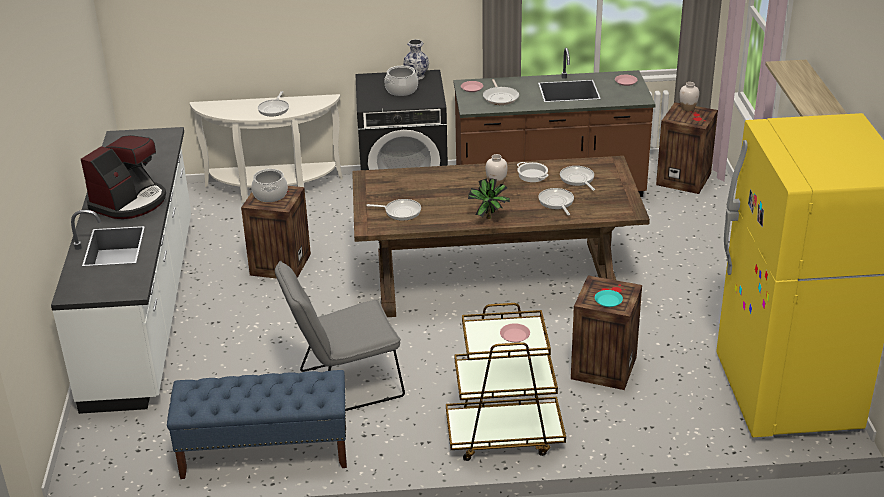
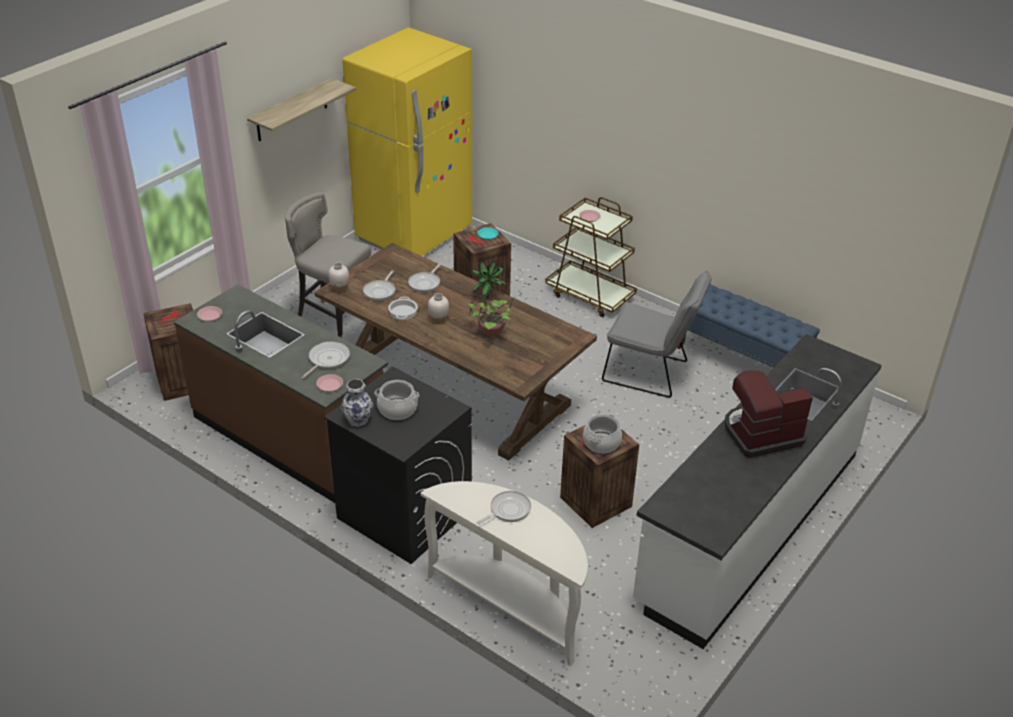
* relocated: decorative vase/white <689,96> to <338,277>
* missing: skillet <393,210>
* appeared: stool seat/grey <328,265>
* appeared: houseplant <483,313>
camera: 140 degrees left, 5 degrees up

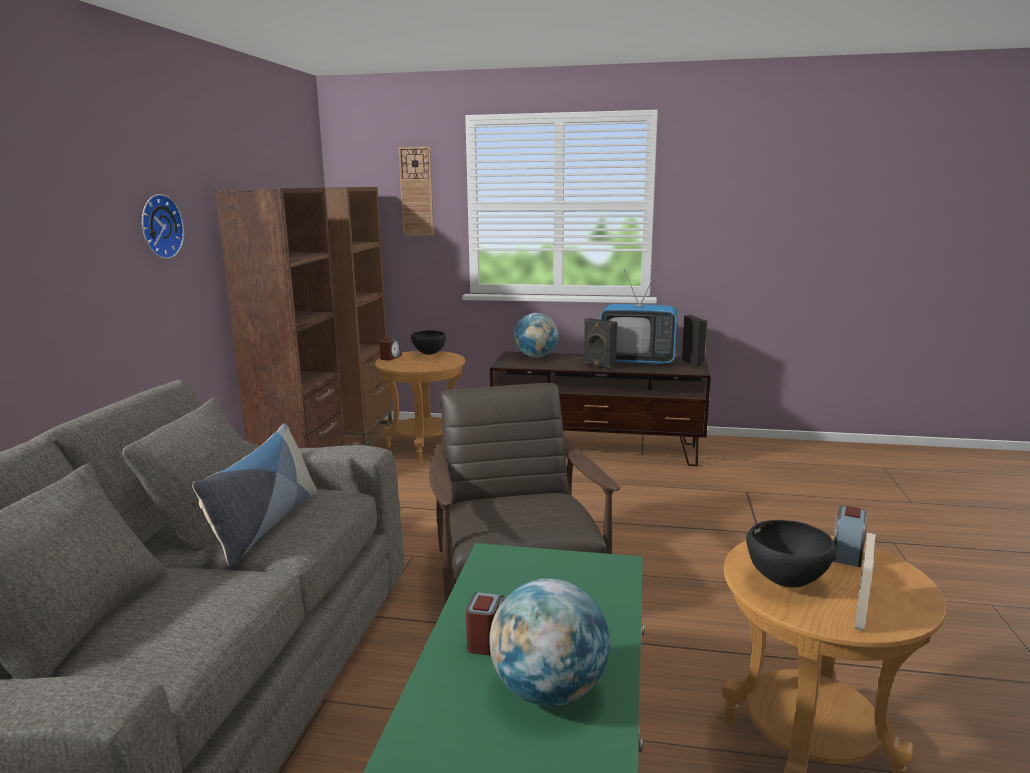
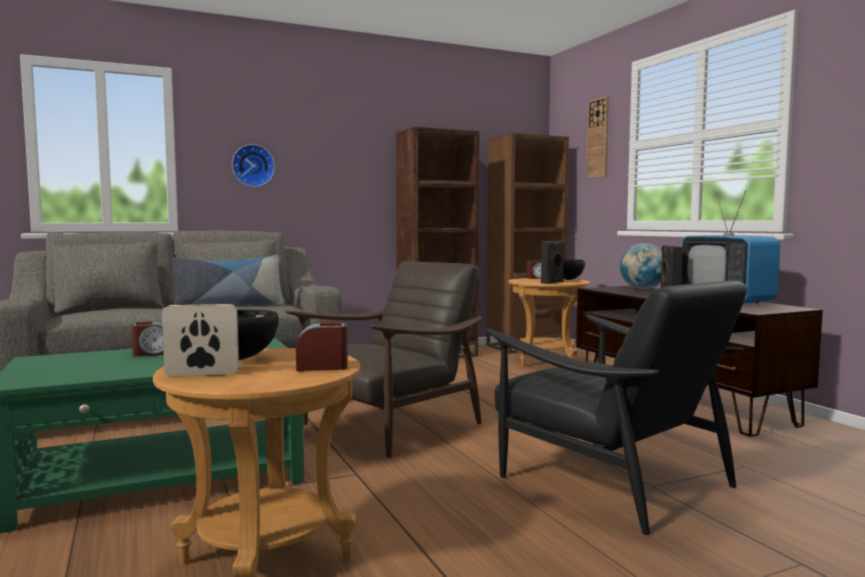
* relocated: wall clock <163,226> to <253,165>
* relocated: speaker/blackish <695,341> to <552,262>
* missing: globe <549,642>
* appeared: lounge chair/blackish <617,408>
camera: 55 degrees right, 10 degrees down

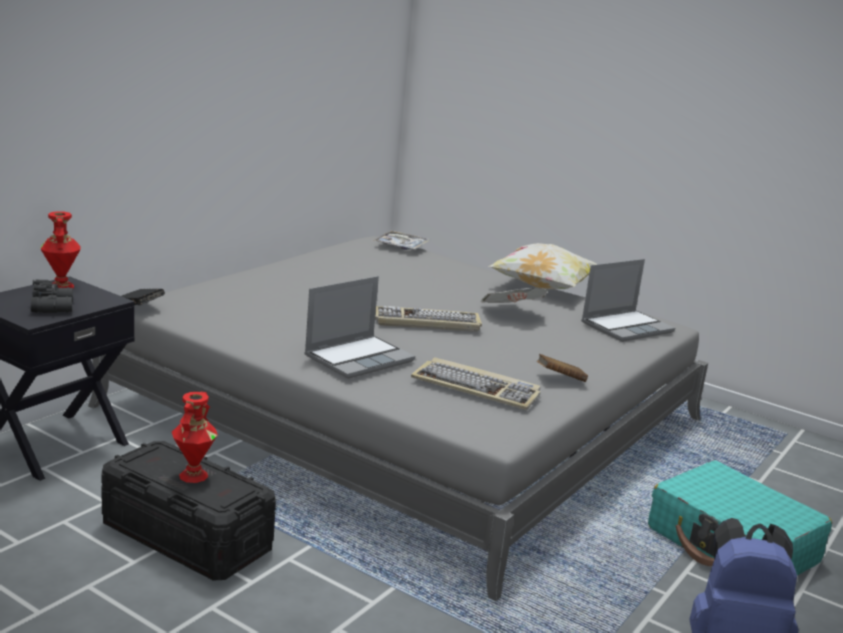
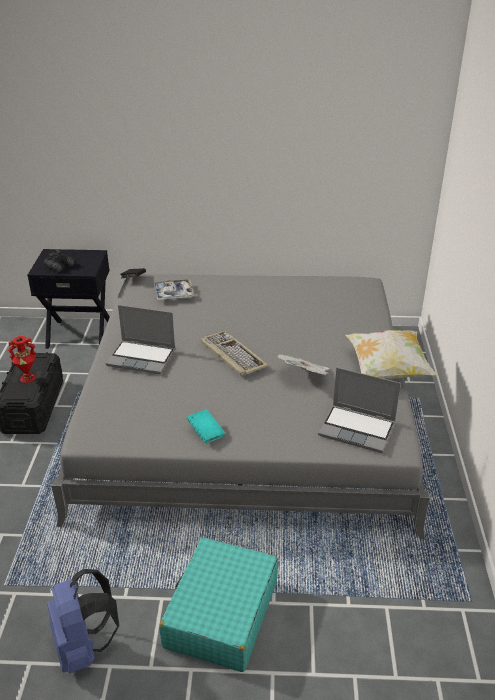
* missing: decorative vase/red <61,249>
* relocated: serving tray <401,240> to <174,289>
* colour: volume/brownish <562,368> to volume/turquoise-coloured <206,426>
* missing: computer keyboard <476,383>
camera: 60 degrees right, 15 degrees up

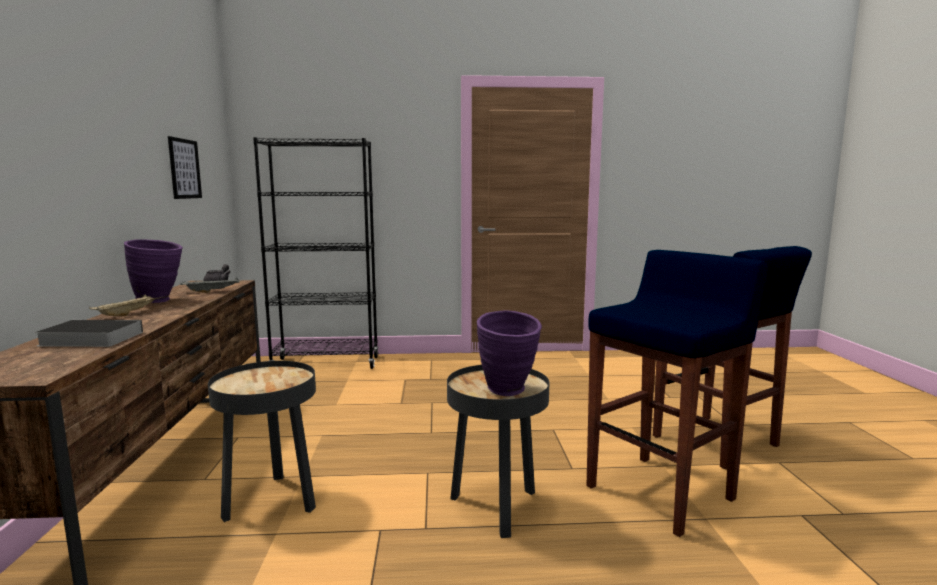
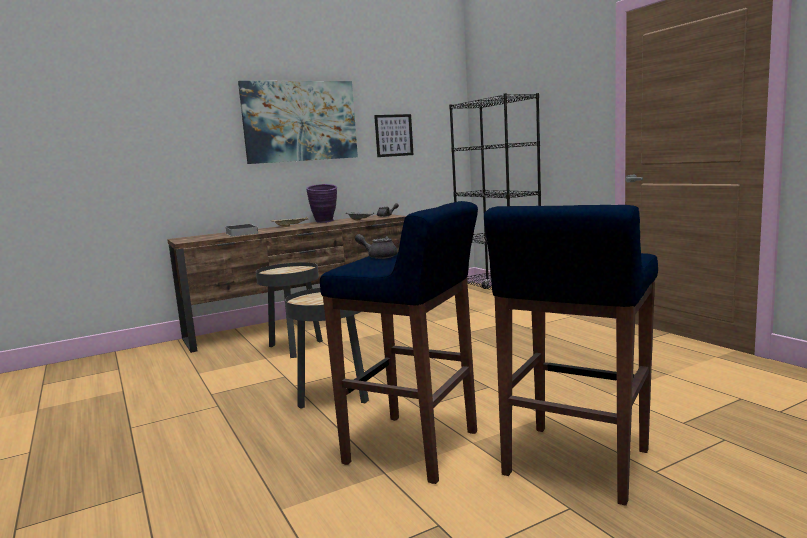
* missing: decorative vase/purple <509,353>
* appeared: wall picture <298,122>
* appeared: tea pot/grey <376,246>
camera: 65 degrees right, 0 degrees up

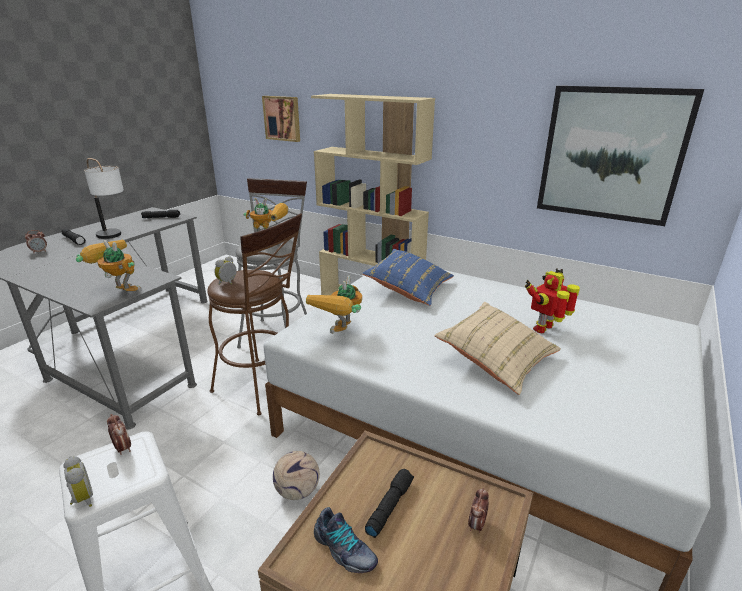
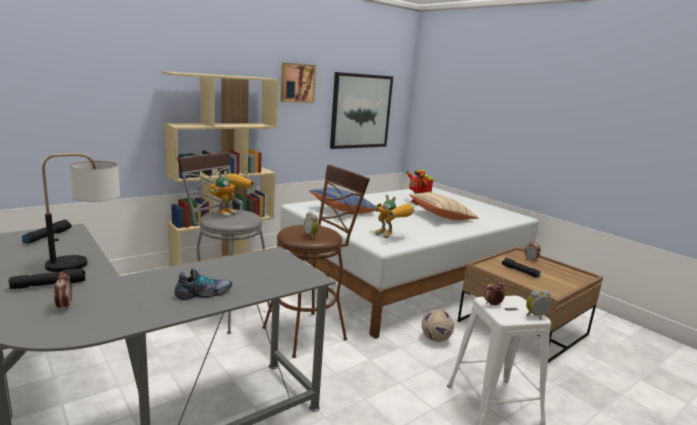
* relocated: wall picture <281,119> to <298,82>
* missing: toy robot <109,265>
* relocated: shoe <346,540> to <203,284>
camera: 70 degrees left, 10 degrees down

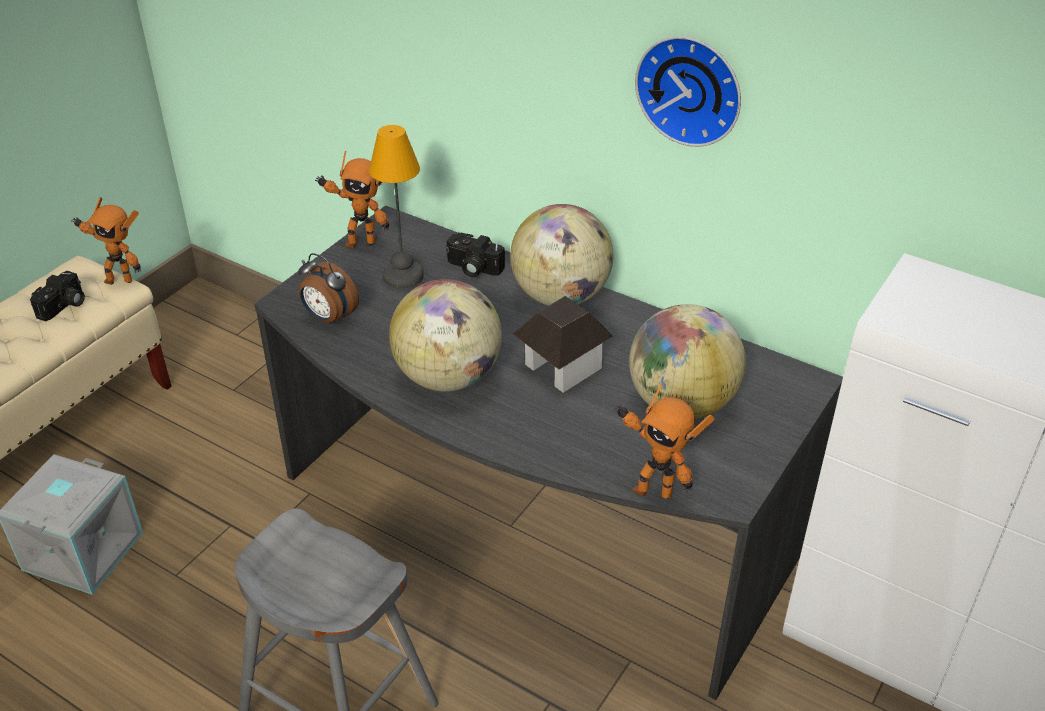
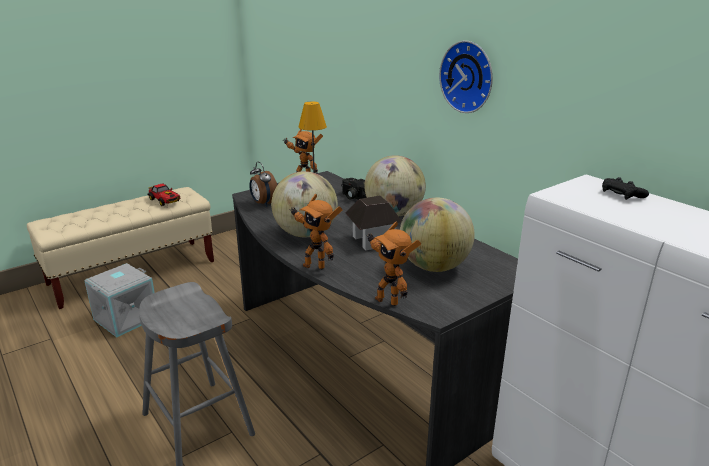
* relocated: toy robot <106,241> to <316,231>
* exchanged: still camera <57,296> to miniature car <164,194>
* appeared: joypad/blackish <625,188>
camera: 20 degrees right, 15 degrees down

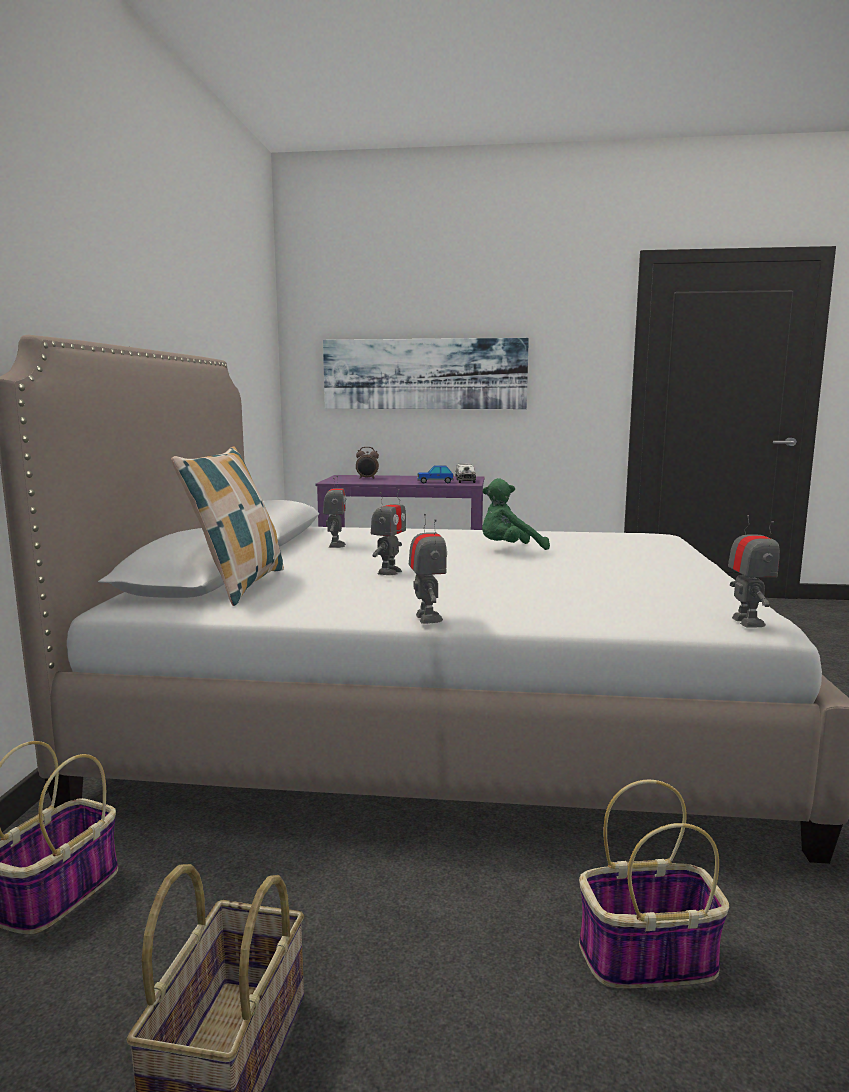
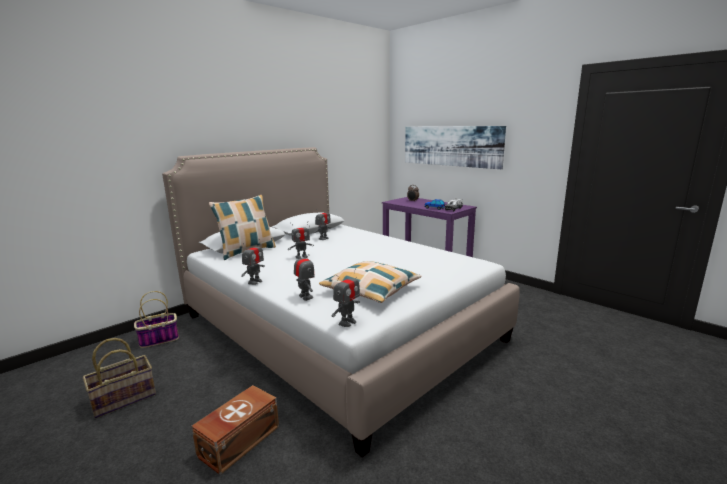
* missing: cuddly toy/green <516,514>
* exchanged: household basket <654,884> to storage box/brownish <235,430>
* appeared: toy robot <304,278>
* appeared: throw pillow <370,282>
camera: 40 degrees right, 5 degrees up

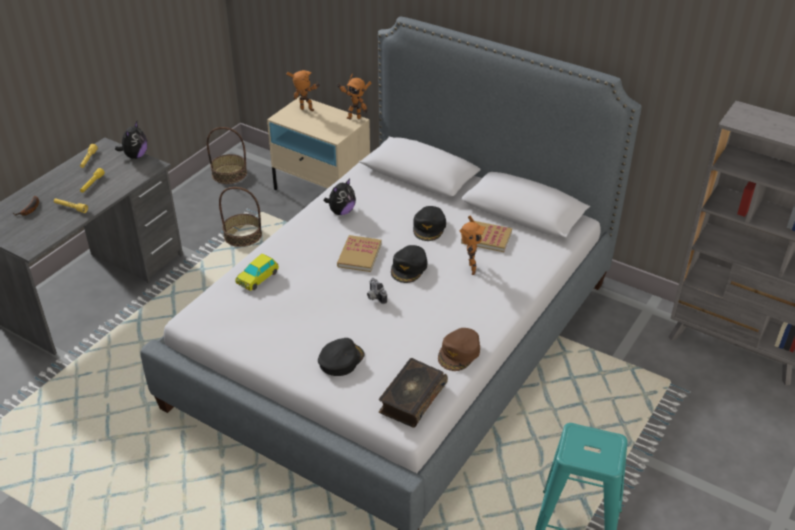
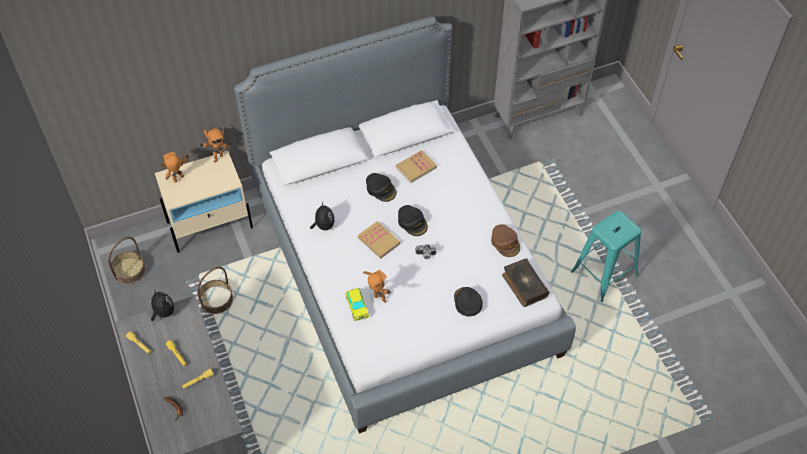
* relocated: toy robot <473,245> to <377,286>
camera: 55 degrees left, 15 degrees up

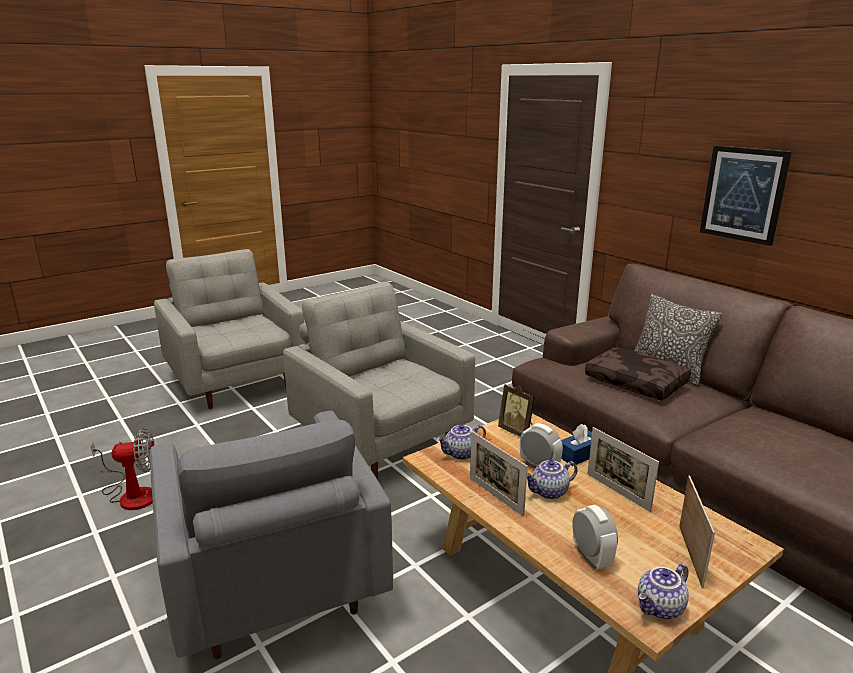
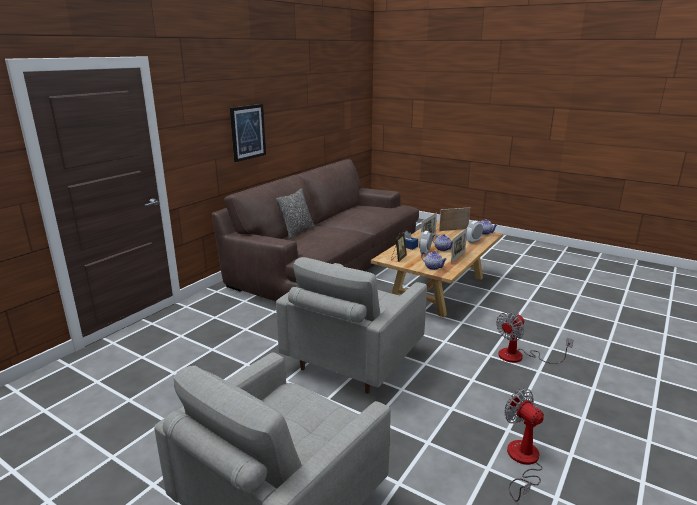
* missing: throw pillow/brownish <638,373>
* exchanged: lounge chair/grey <271,535> to fan <534,338>
camera: 110 degrees left, 0 degrees up

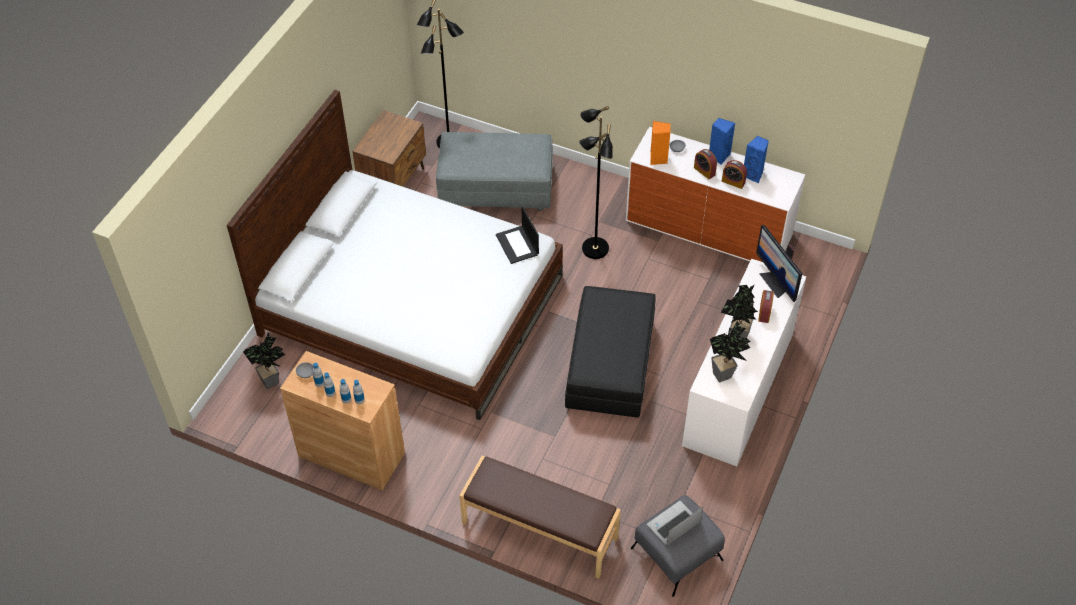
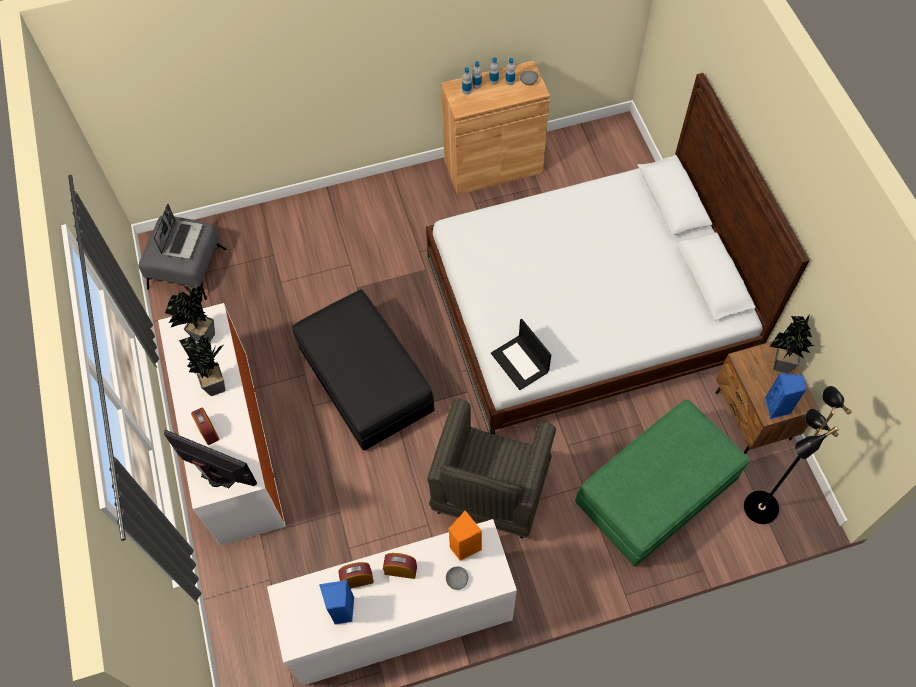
* exchanged: standard lamp/blackish <596,182> to lounge chair/grey <491,468>
* relocated: speaker/blue-coloured <722,141> to <786,396>
* colour: ottoman/grey <494,171> to ottoman/green <662,482>
* spun: notebook computer <517,235> = <521,354> 150 degrees counterclockwise
* relocated: houseplant <264,360> to <791,344>
* missing: bench/brownish <540,517>
camera: 140 degrees right, 10 degrees up

